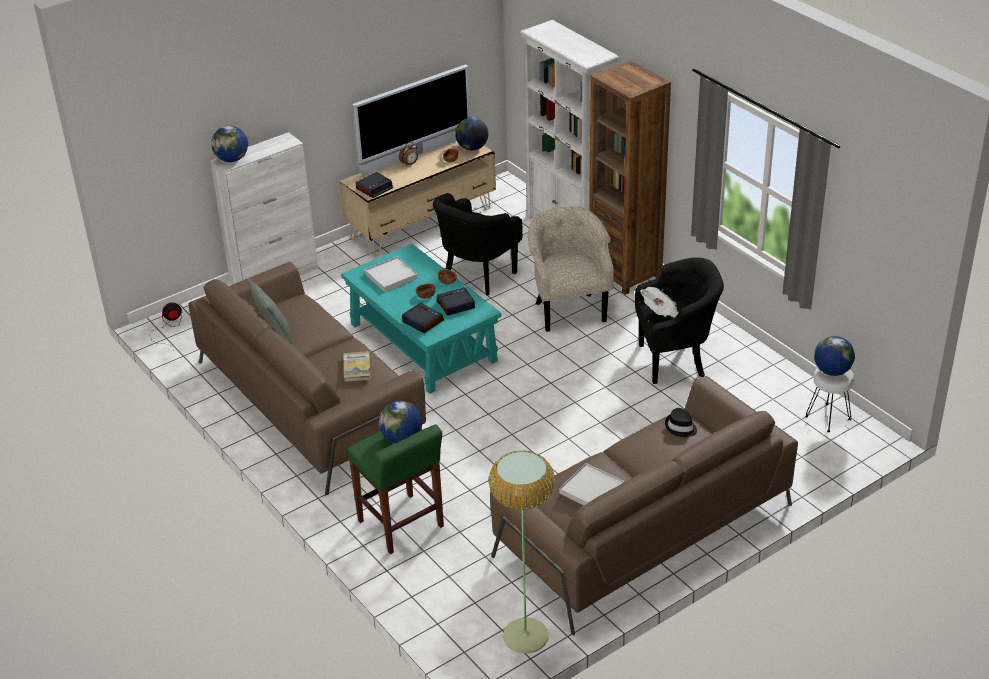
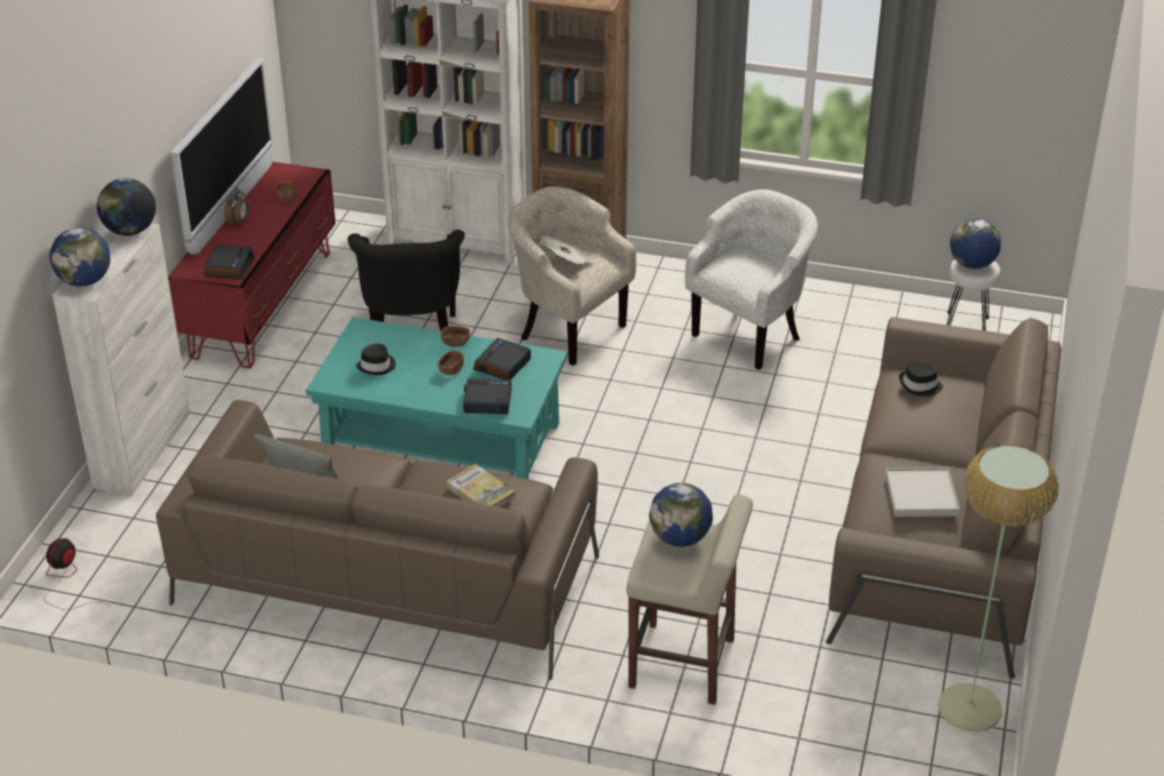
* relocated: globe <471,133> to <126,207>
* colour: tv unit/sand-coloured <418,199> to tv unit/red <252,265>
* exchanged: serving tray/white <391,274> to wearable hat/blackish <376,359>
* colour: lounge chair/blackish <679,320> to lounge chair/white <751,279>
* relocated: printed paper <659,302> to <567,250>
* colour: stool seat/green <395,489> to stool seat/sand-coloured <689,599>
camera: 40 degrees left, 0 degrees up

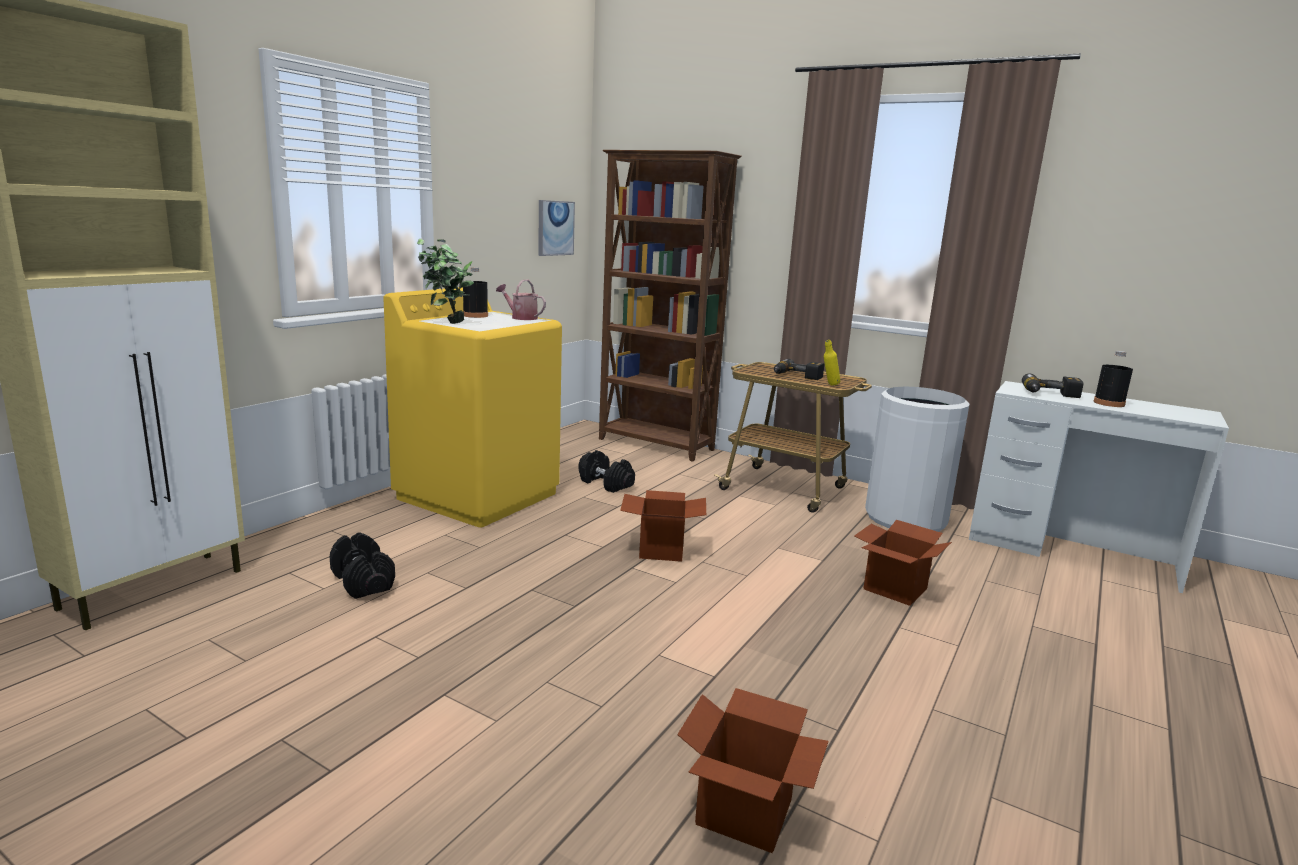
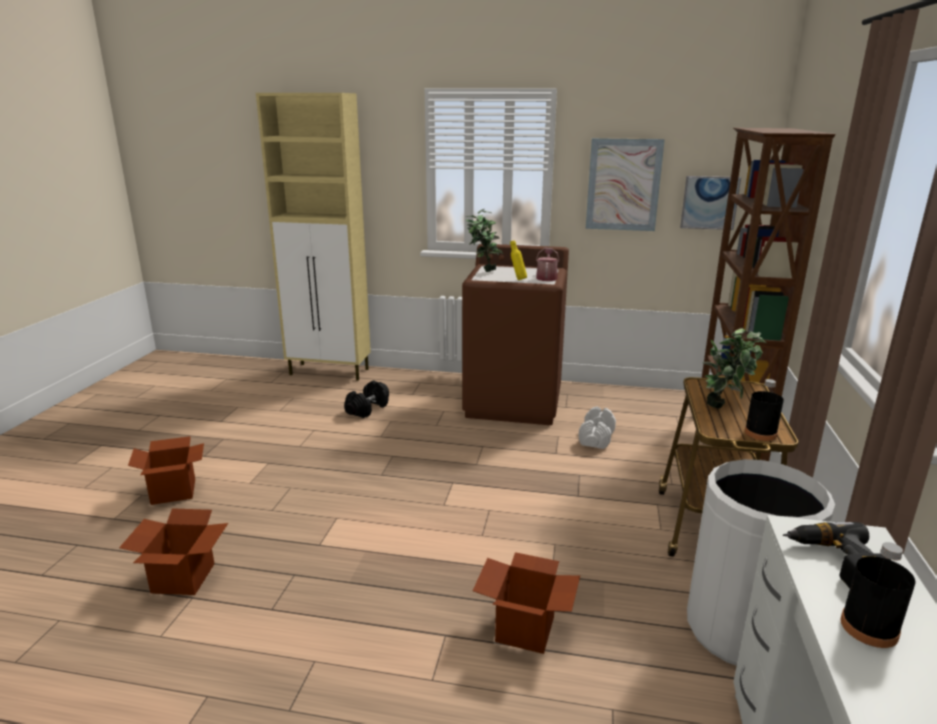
* relocated: bottle/blackish <475,292> to <764,410>
* colour: laundry appliance/yellow-coloured <472,407> to laundry appliance/brownish <515,334>
* relocated: bottle/yellow-coloured <832,363> to <518,260>
* exchanged: drill <799,369> to houseplant <735,368>
* colour: free weight/blackish <607,471> to free weight/white <597,427>
* relocated: carton <663,526> to <166,470>
* appeared: wall picture <625,184>
camera: 70 degrees right, 5 degrees up

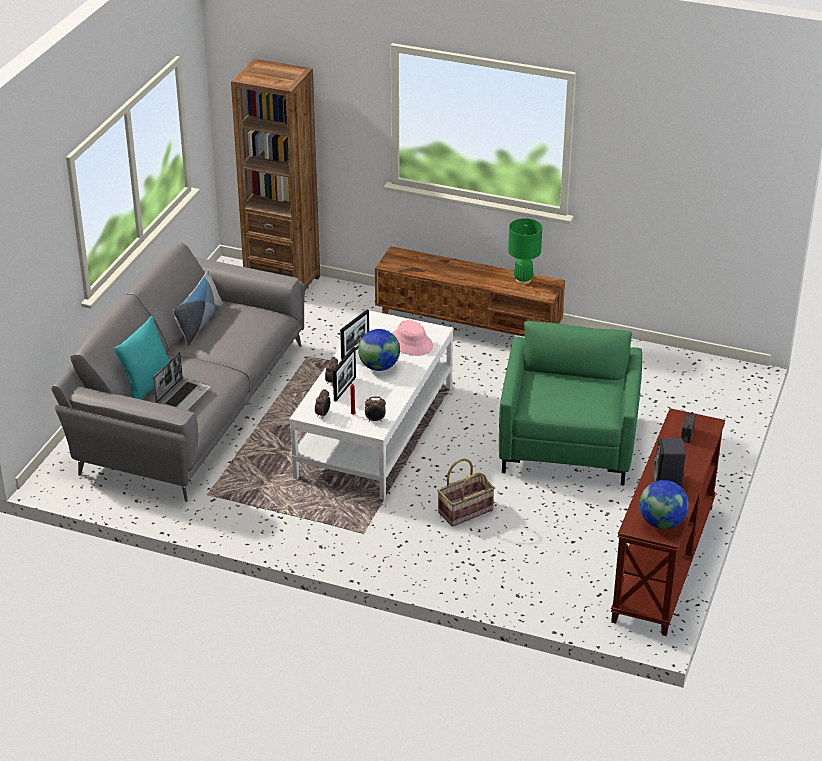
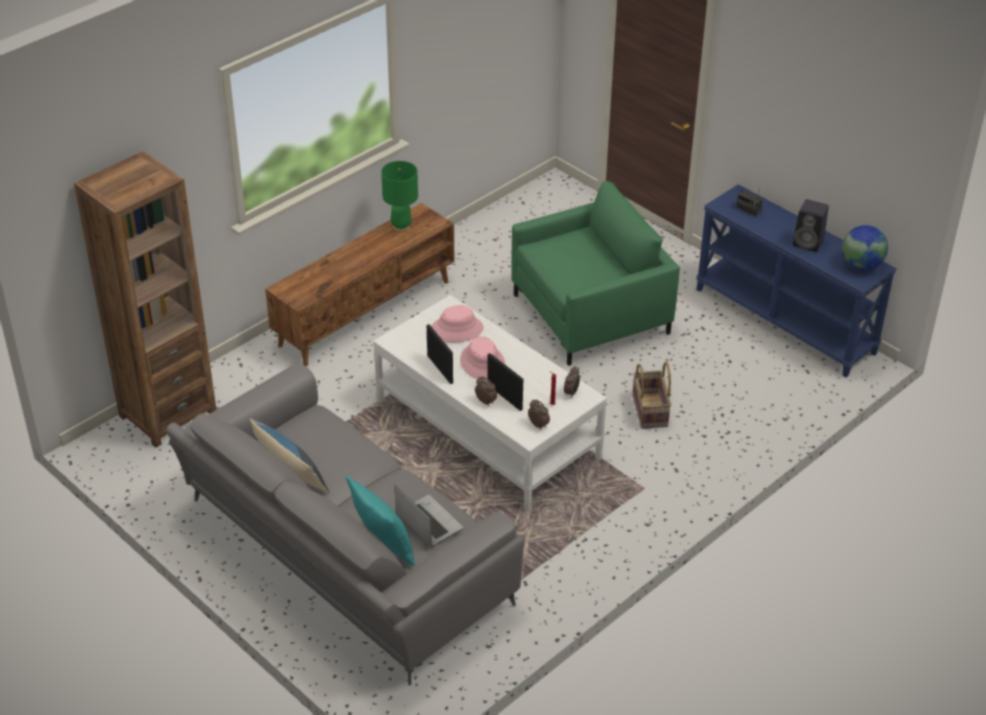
* spun: lounge chair/green <570,403> = <595,273> 120 degrees clockwise
* exchanged: globe <379,350> to wearable hat/pinkish <482,359>
* colour: hall table/brownish <668,522> to hall table/blue-coloured <796,280>
camera: 65 degrees left, 5 degrees up

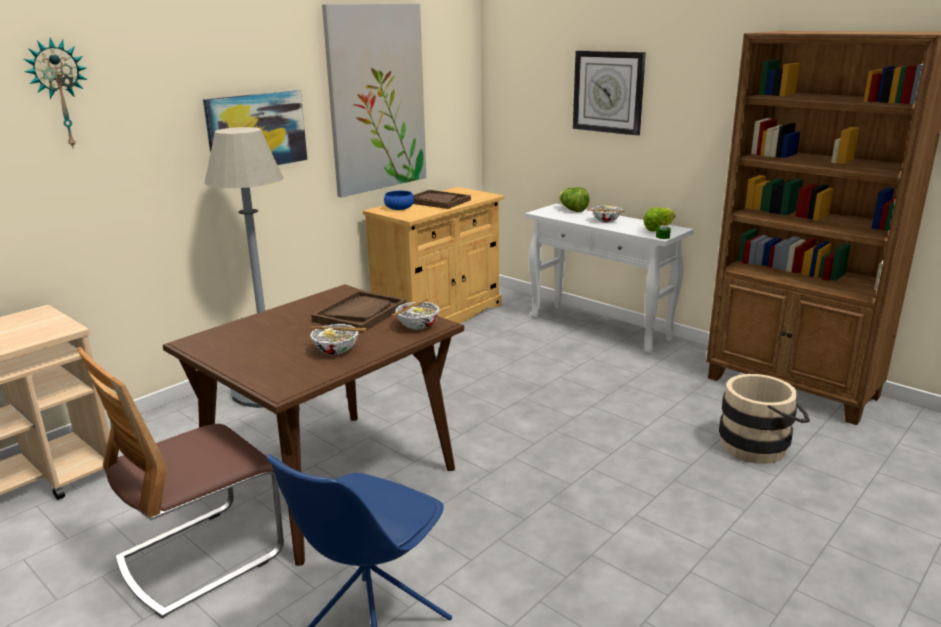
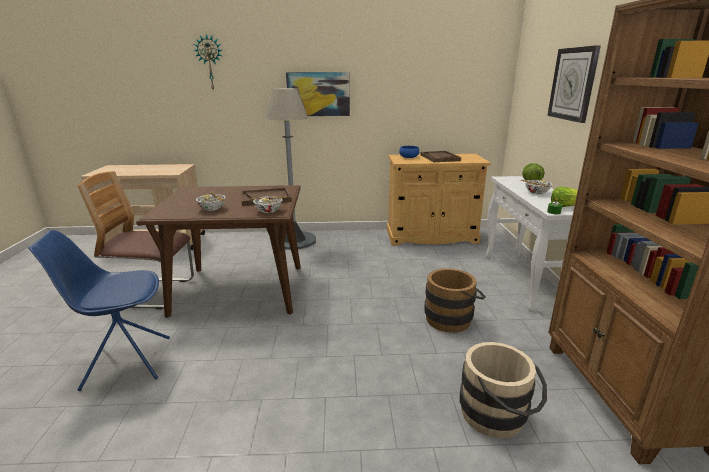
* missing: wall picture <374,100>
* appeared: water bucket/brownish <455,300>
camera: 45 degrees right, 0 degrees up

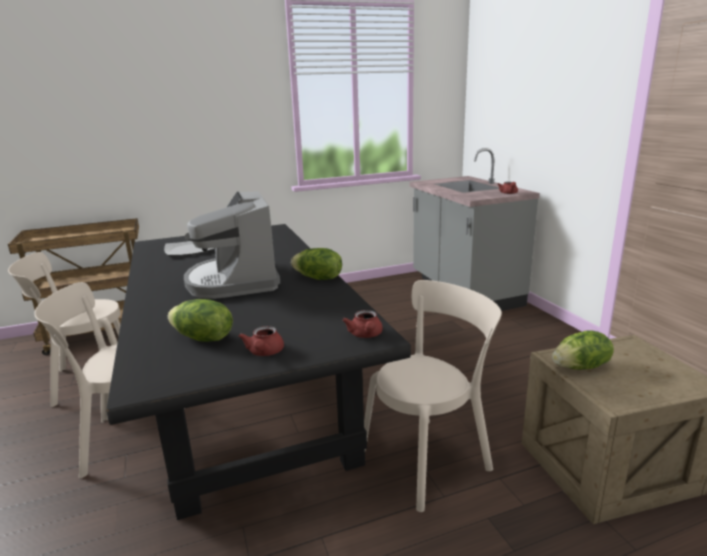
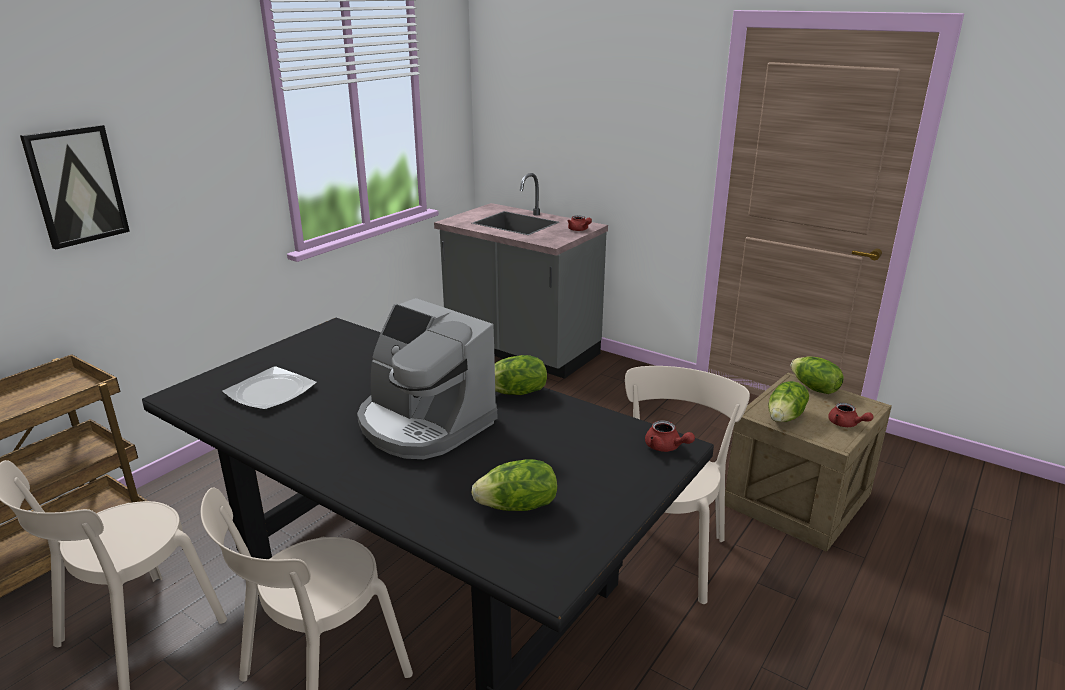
* relocated: tea pot/red <261,341> to <851,415>
* appeared: wall picture <75,187>
* appeared: lettuce head <817,375>
camera: 35 degrees left, 5 degrees up

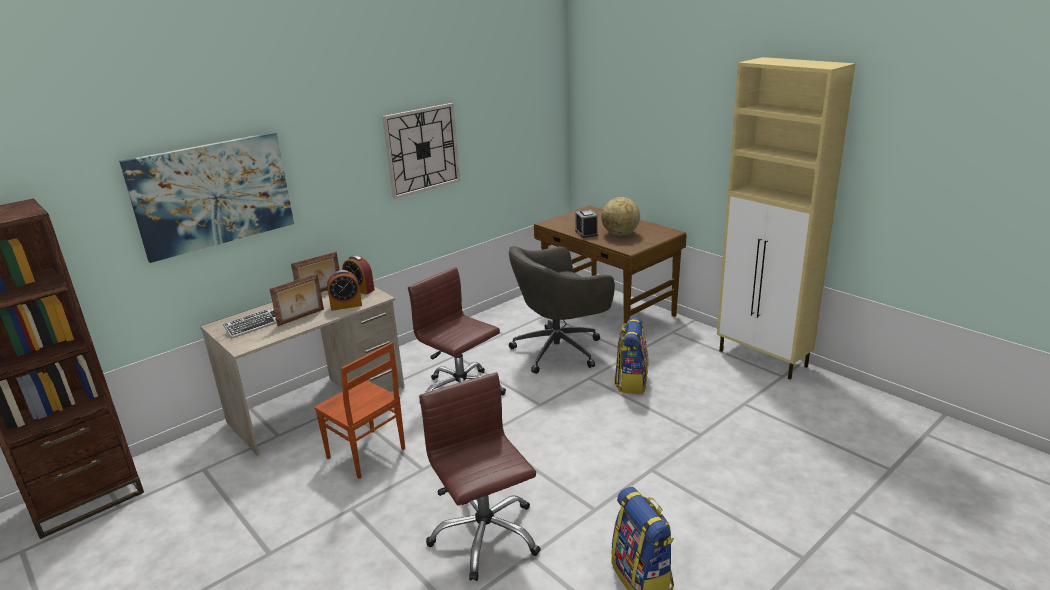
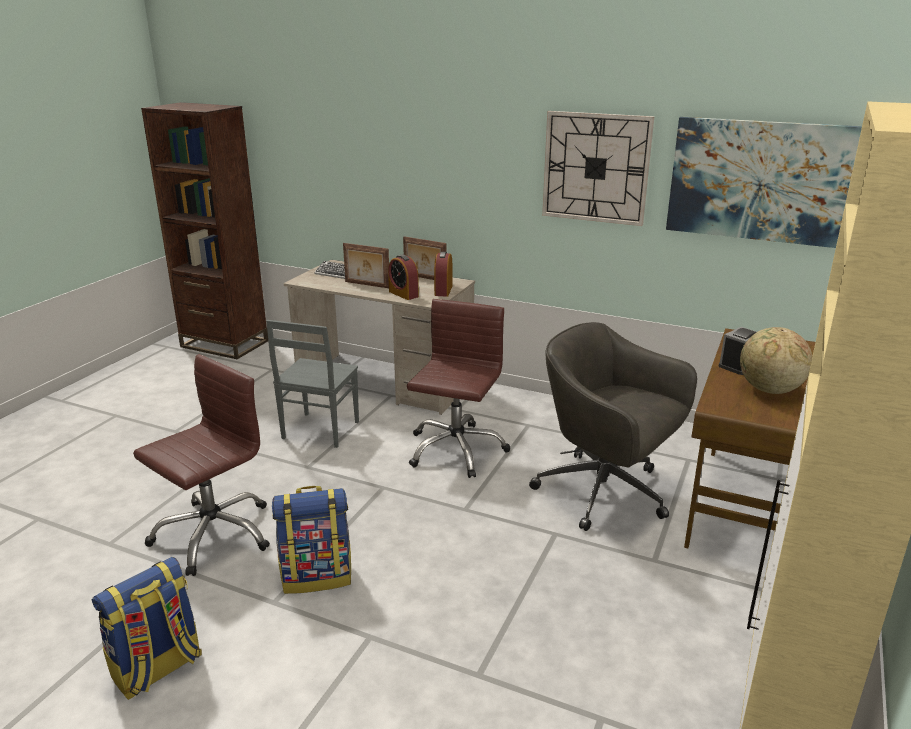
* relocated: wall picture <206,197> to <764,182>
* relocated: backpack <631,355> to <311,540>
* colour: upright chair/brownish <359,410> to upright chair/grey <312,384>
camera: 65 degrees right, 0 degrees up

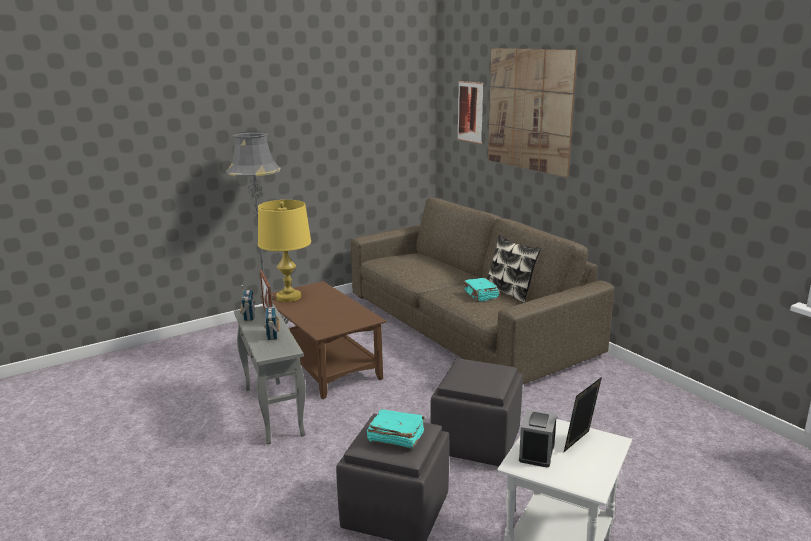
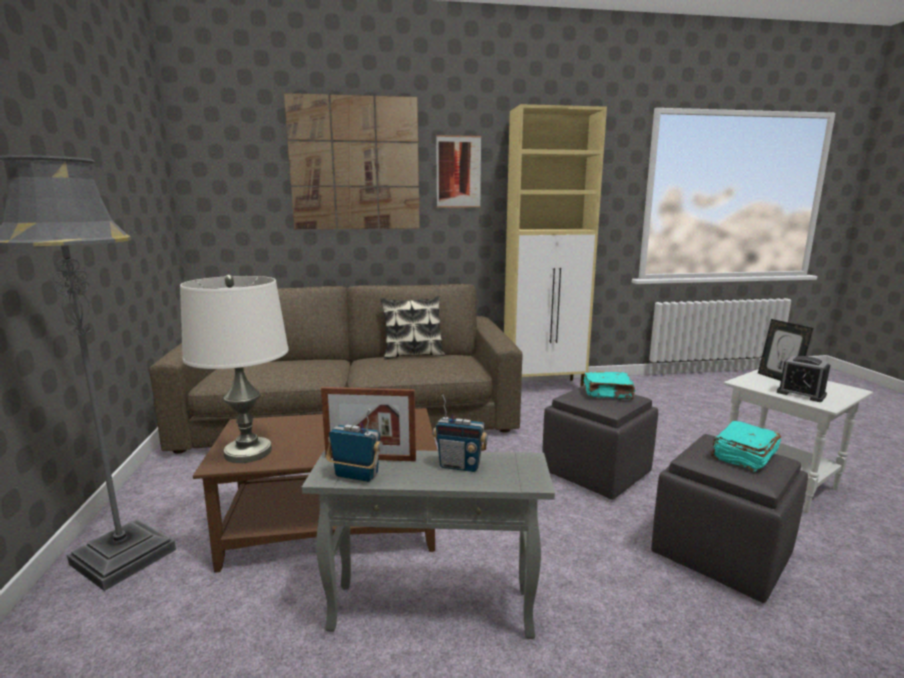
* relocated: wall picture <470,112> to <458,171>
* colour: table lamp/yellow-coloured <284,251> to table lamp/white <234,369>
* relocated: volume/turquoise-coloured <481,290> to <609,385>
* appeared: cupboard/sand-coloured <555,245>
camera: 65 degrees left, 5 degrees down

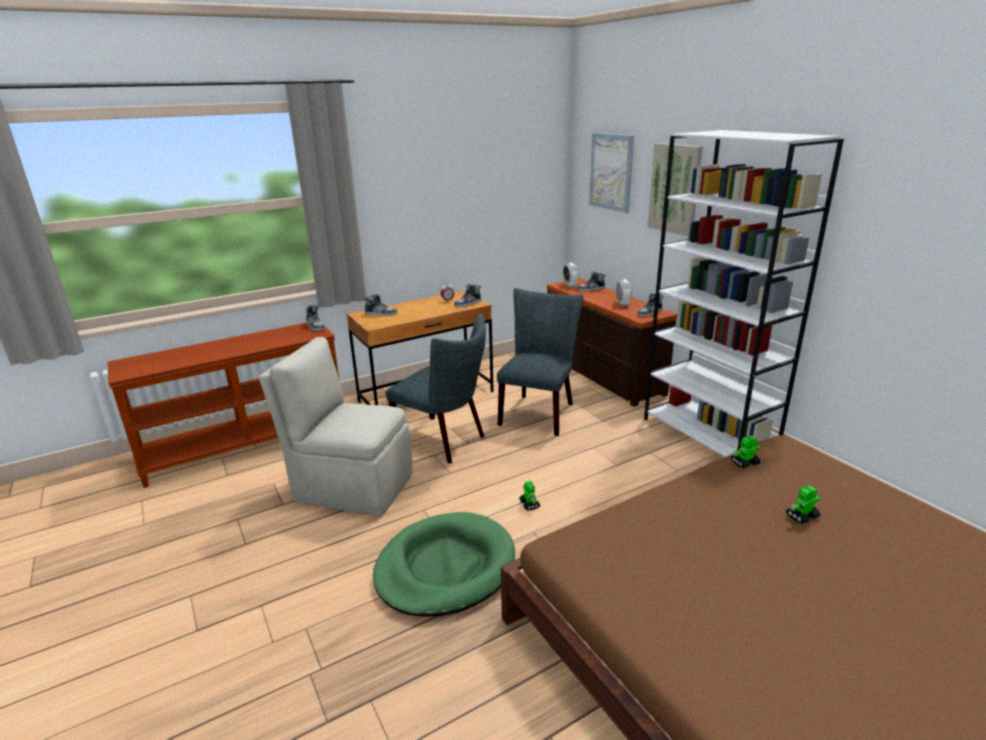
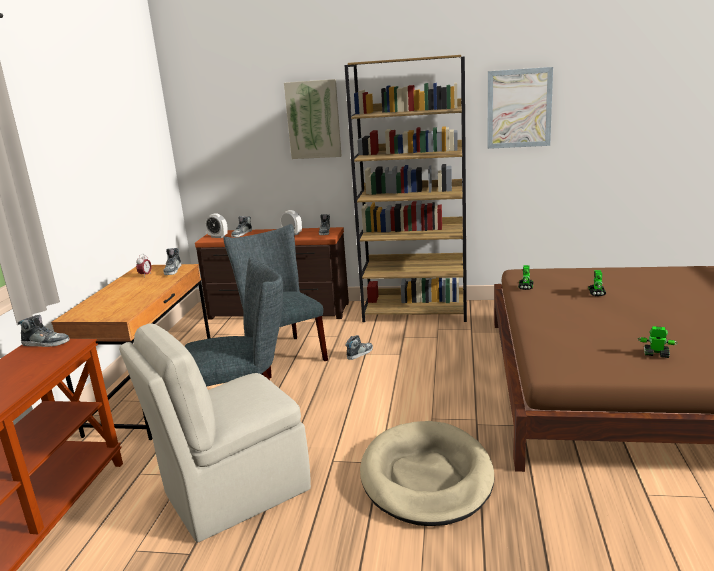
* colour: bookshelf/white <744,293> to bookshelf/brownish <405,188>
* relocated: wall picture <611,173> to <520,108>
* relocated: shoe <381,305> to <359,347>
* relocated: toy robot <529,495> to <658,342>
* colour: dog bed/green <444,564> to dog bed/sand-coloured <427,473>
camera: 50 degrees left, 5 degrees down

